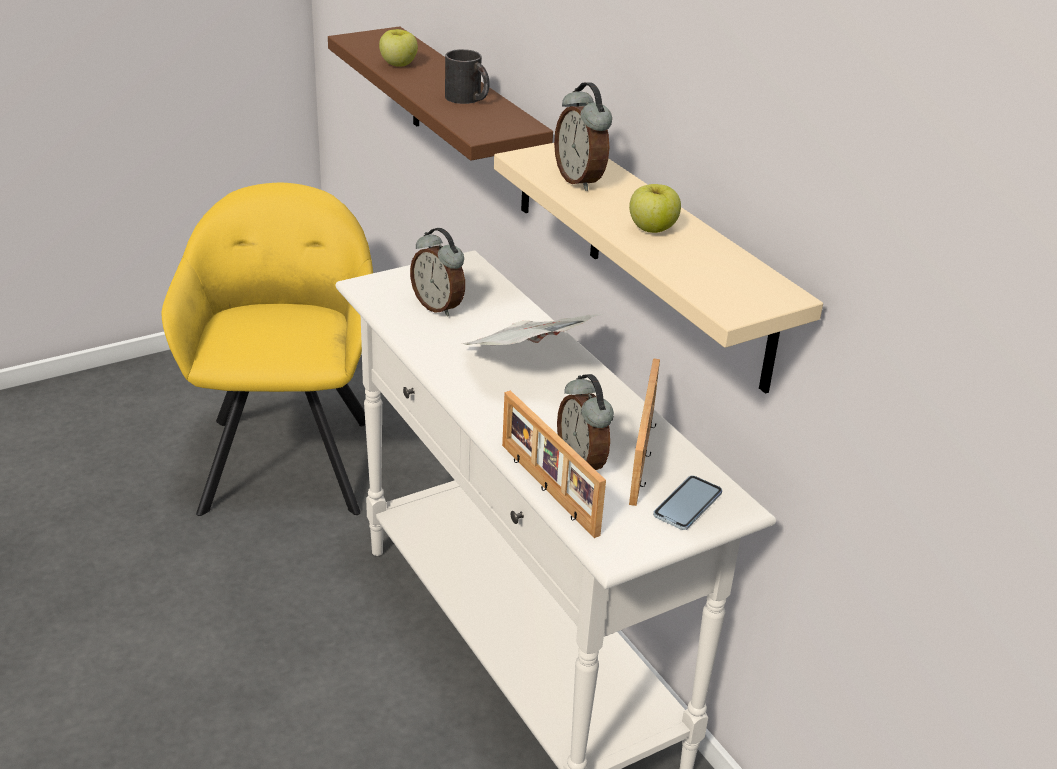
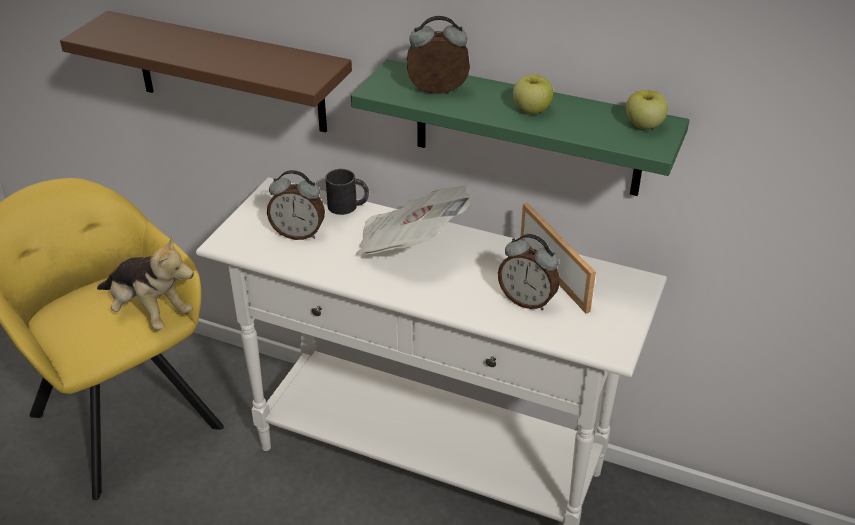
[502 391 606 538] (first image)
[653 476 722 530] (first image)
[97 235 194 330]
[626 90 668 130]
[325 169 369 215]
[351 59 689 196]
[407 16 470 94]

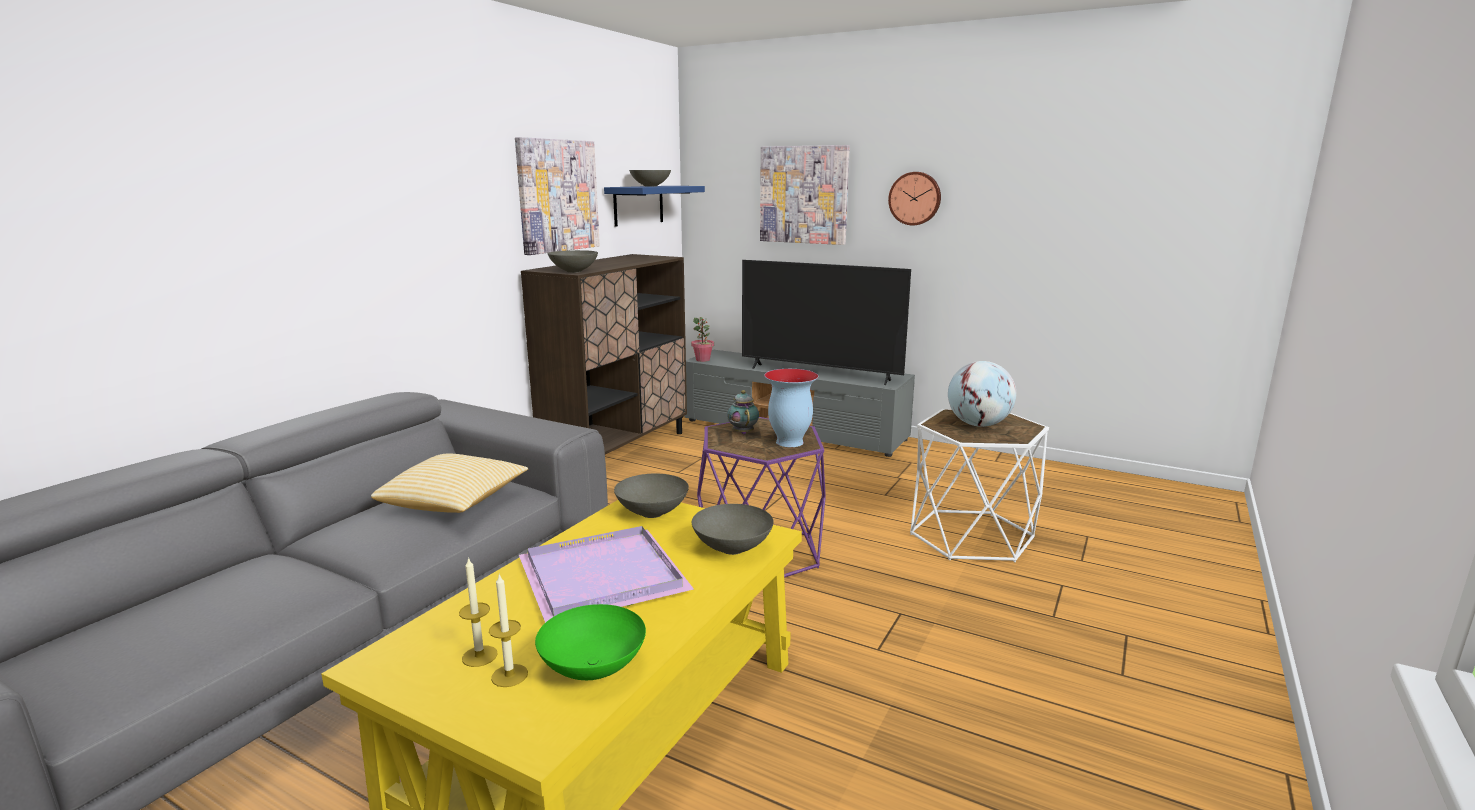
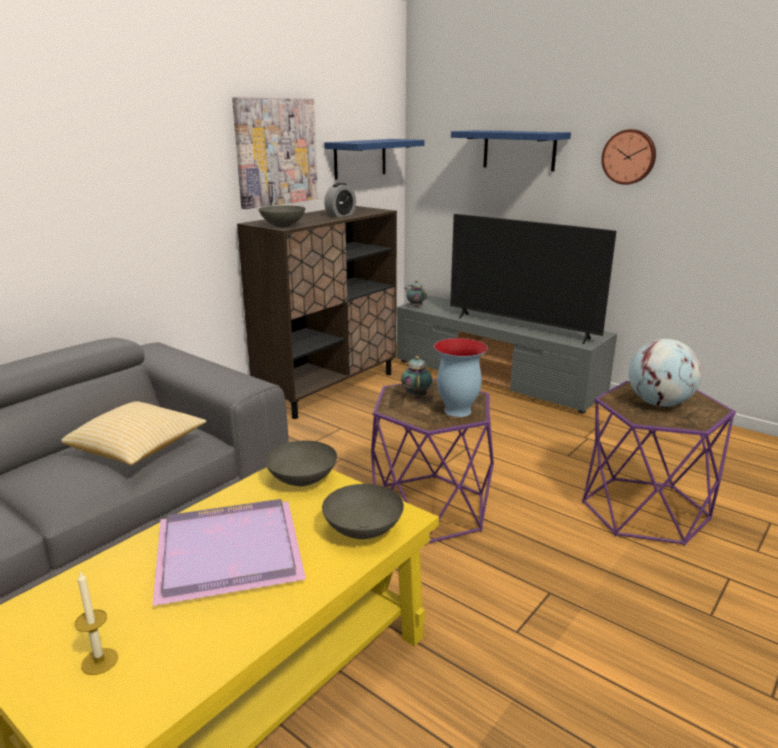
[459 557 498 667] (first image)
[535 604 646 680] (first image)
[629 170 671 187] (first image)
[324 183 356 217]
[405 280 427 308]
[451 130 571 172]
[582 381 736 546]

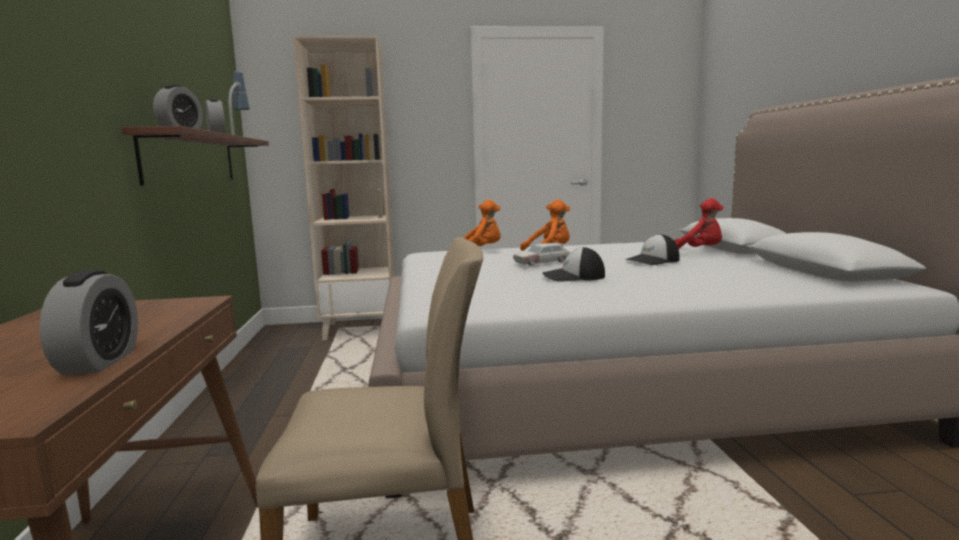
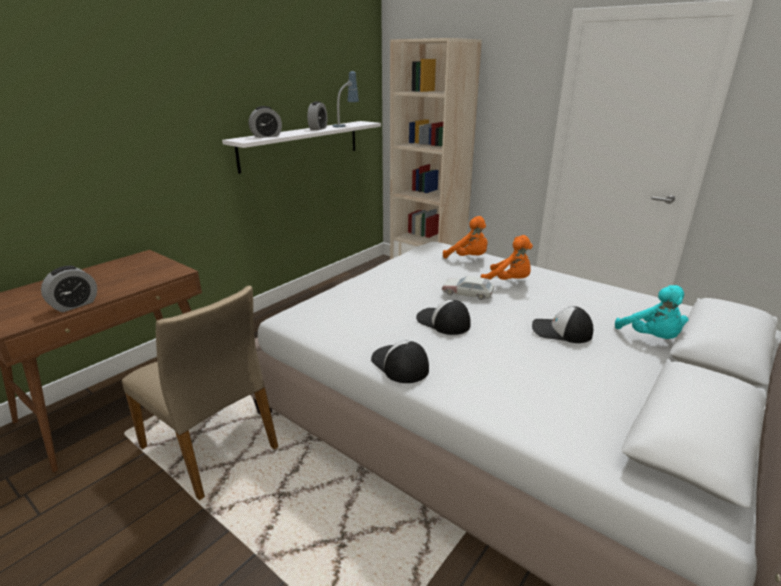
[371 341 429 383]
[222 121 381 174]
[615 285 689 339]

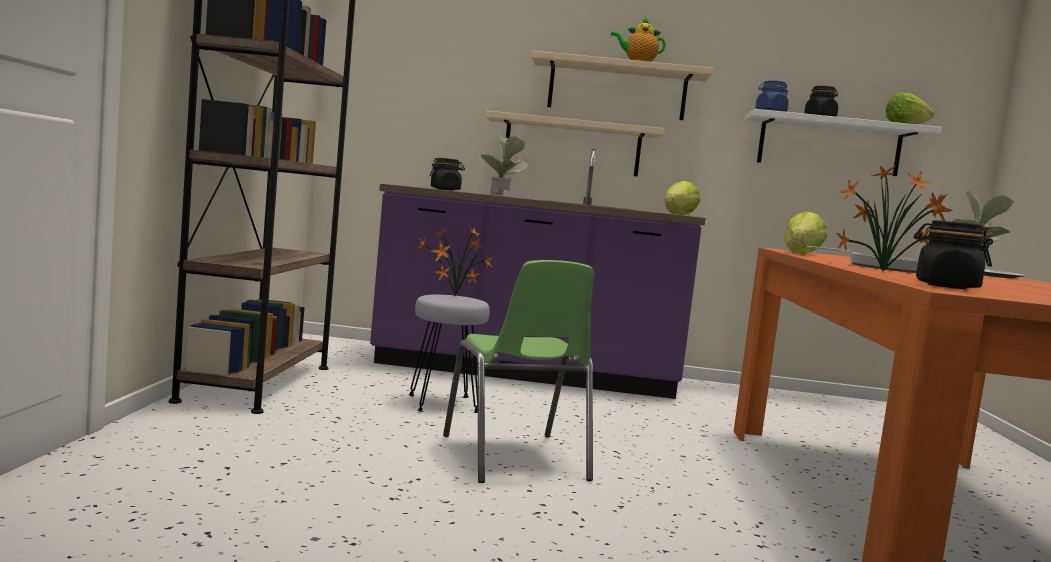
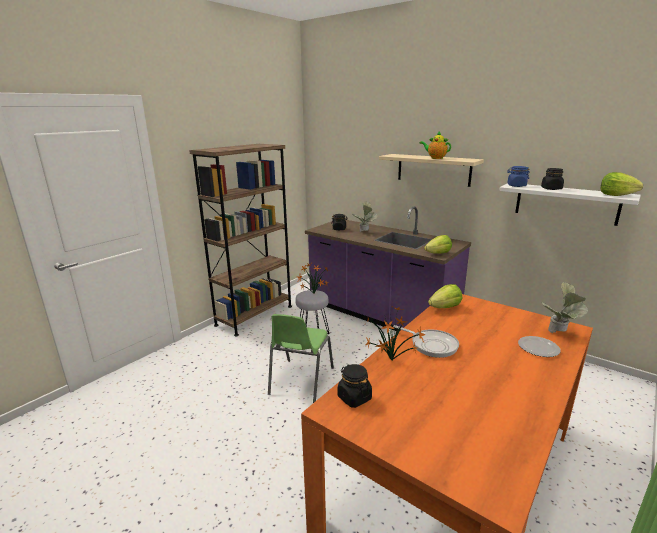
[485 110 665 176] (first image)

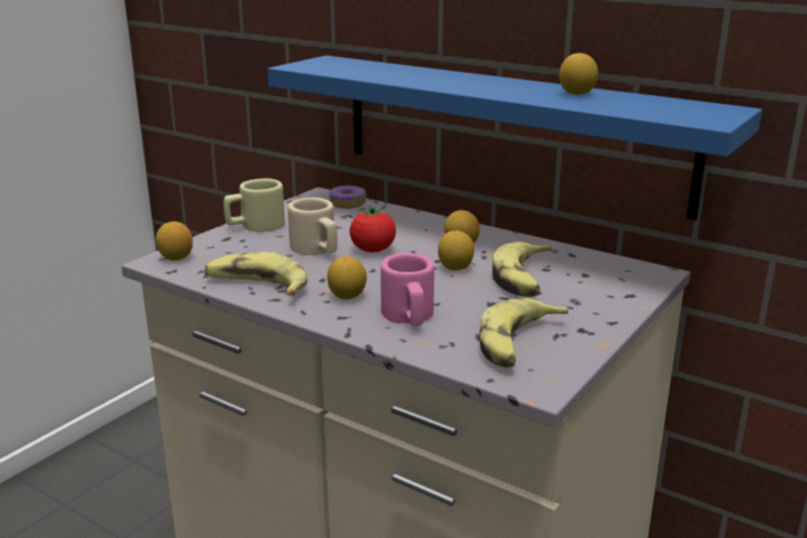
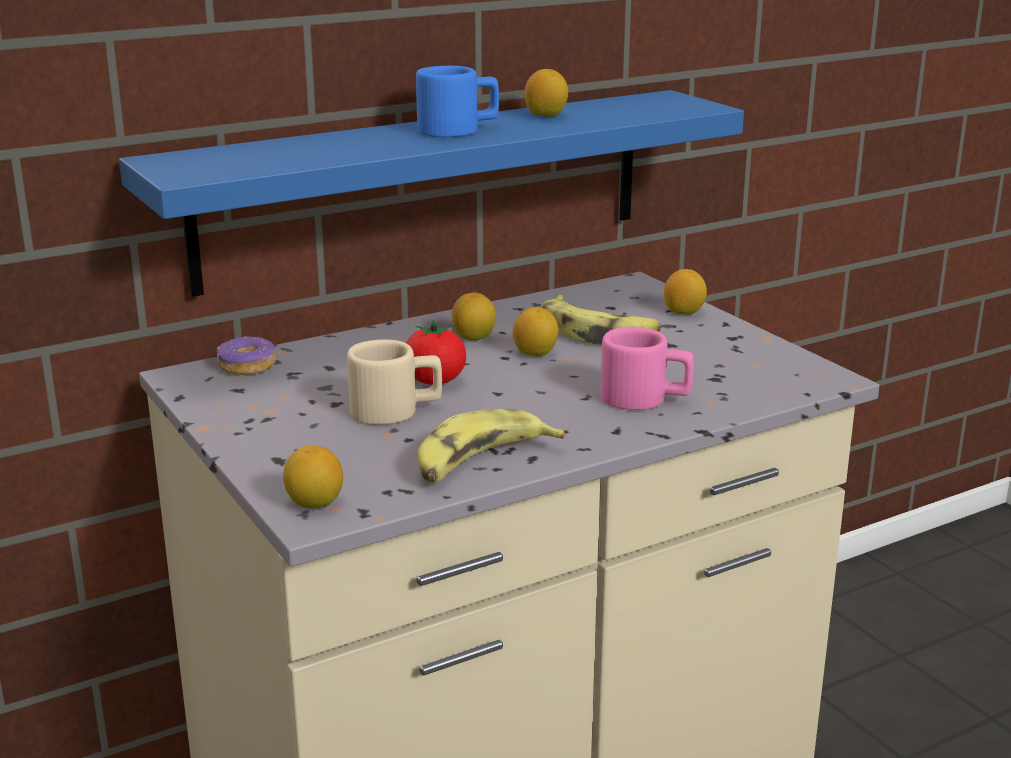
[224 178 285 232] (first image)
[479 298 568 368] (first image)
[416 66 499 137]
[664 269 707 315]

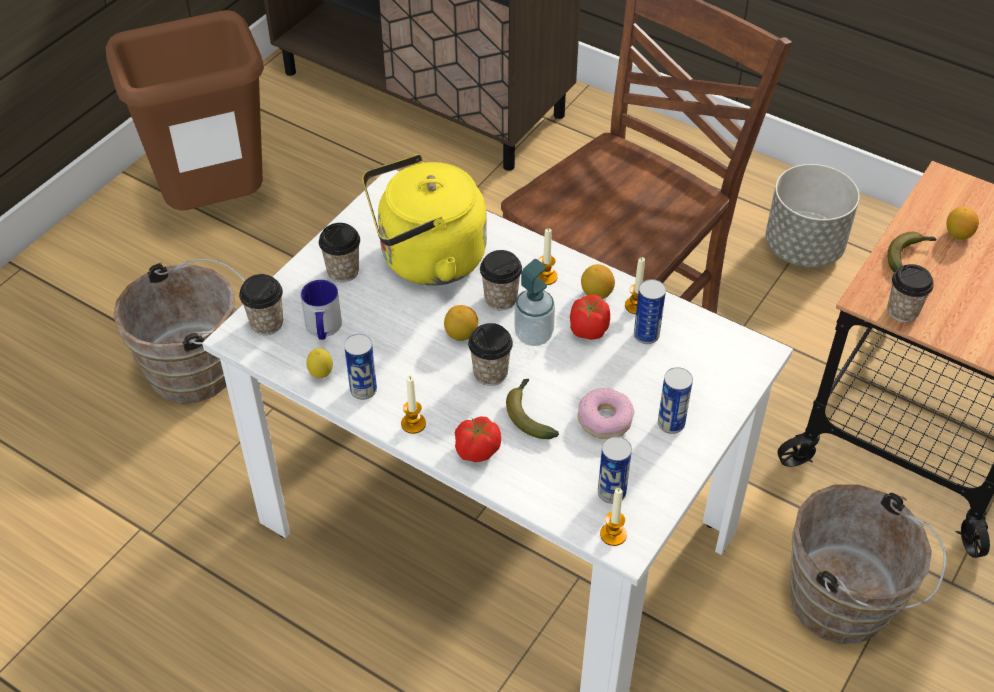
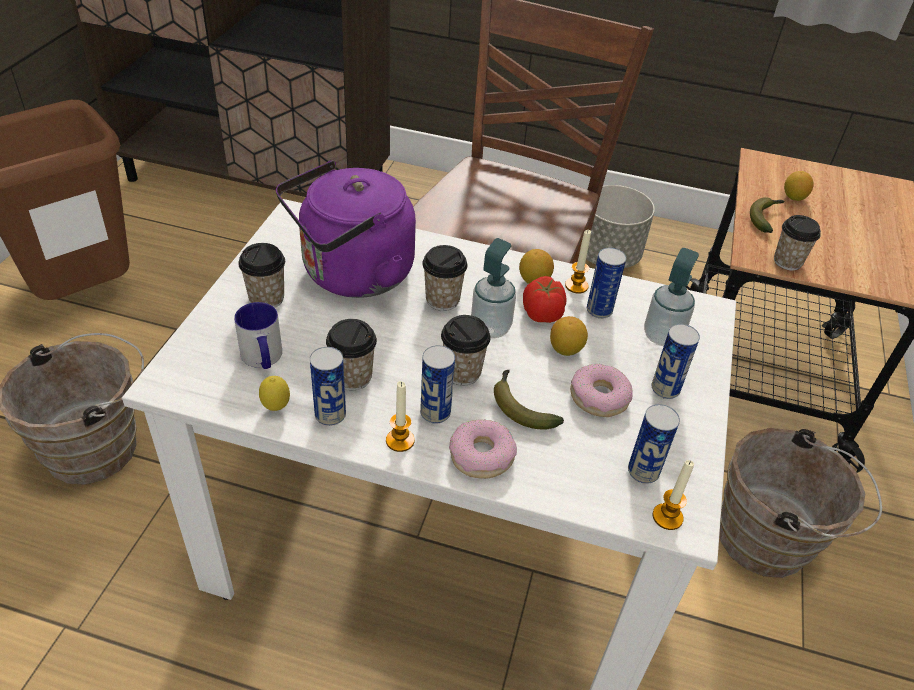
[538 228 558 285] (first image)
[420 345 455 423]
[644 248 699 346]
[326 319 377 390]
[550 316 588 356]
[449 420 517 479]
[276 160 416 298]

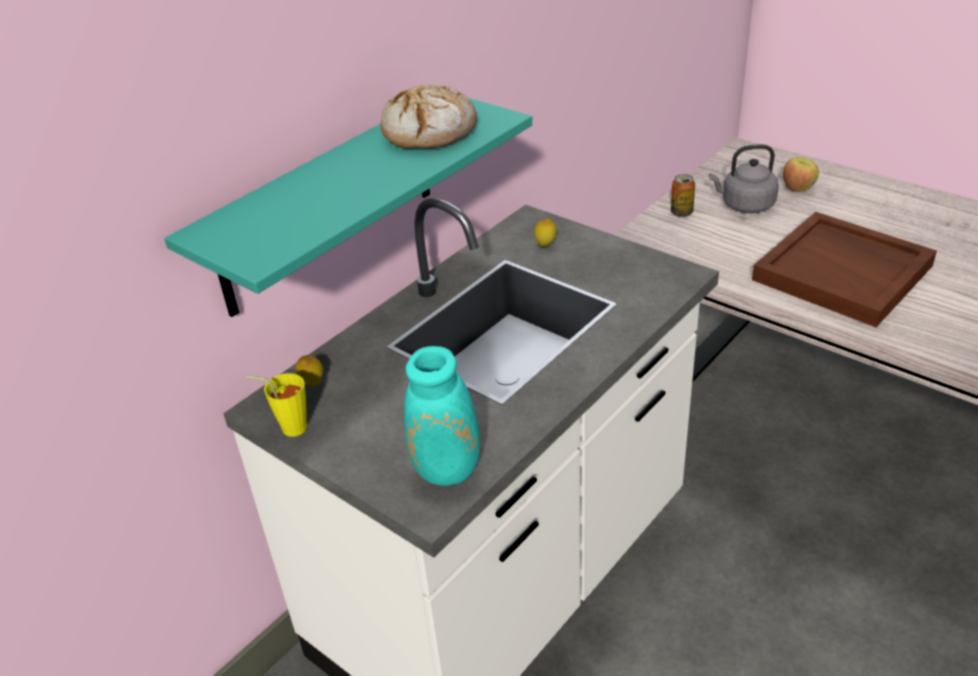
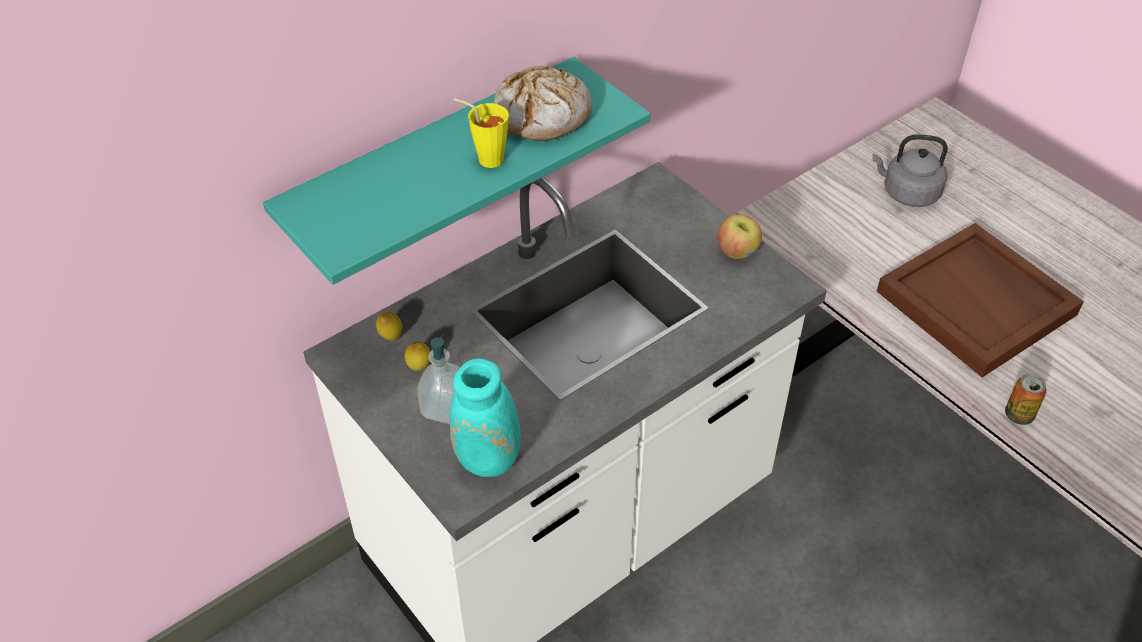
[417 333 460 424]
[454 98 509 168]
[405 341 430 371]
[1005 374 1047 425]
[718 214 762 259]

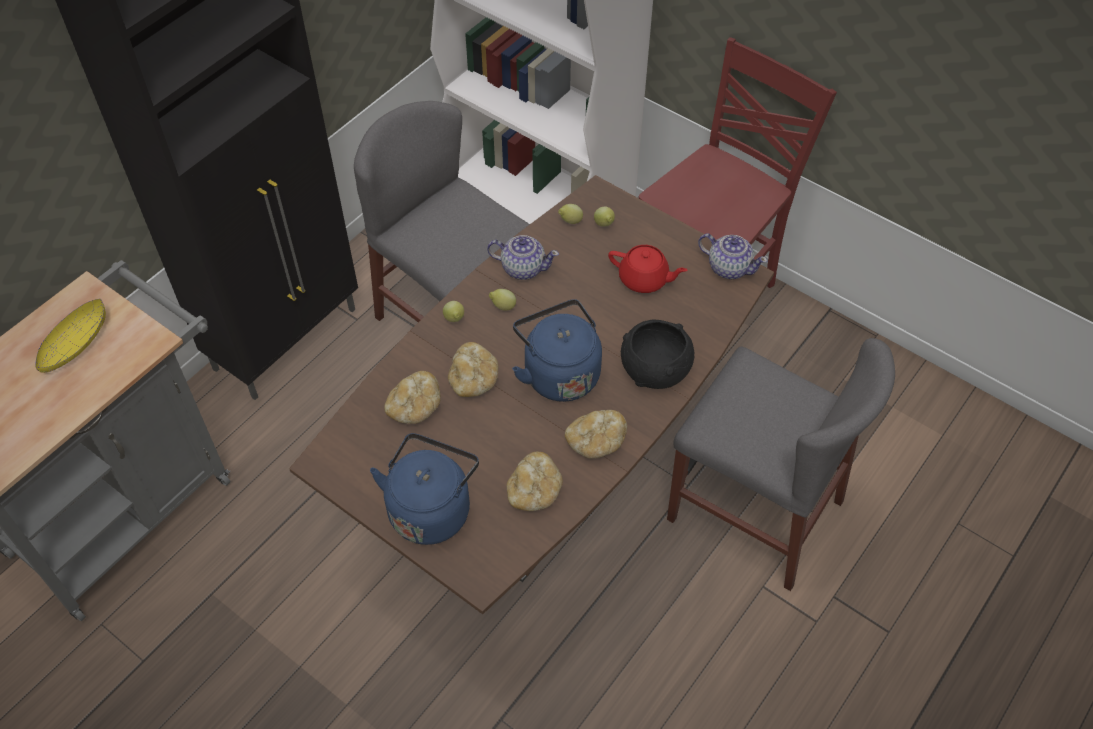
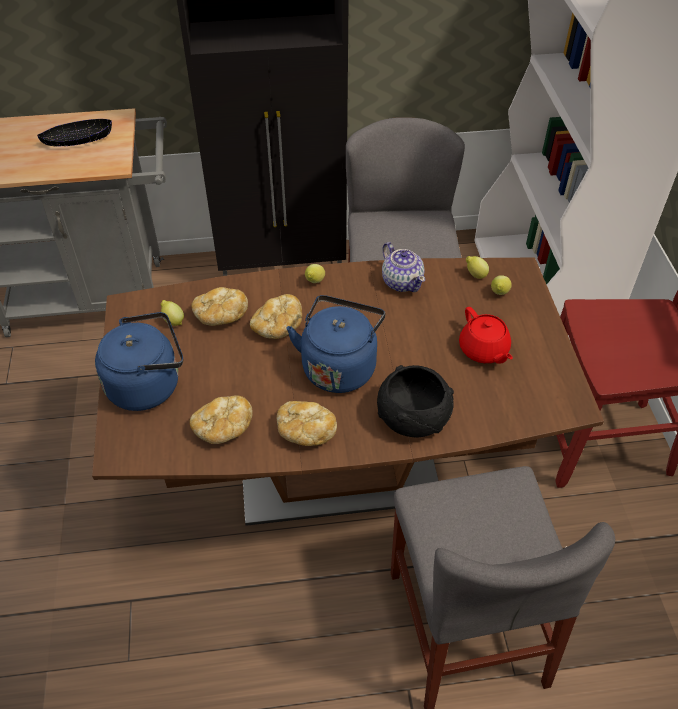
[698 234 768 279] (first image)
[161 300 184 326]
[37 119 112 146]

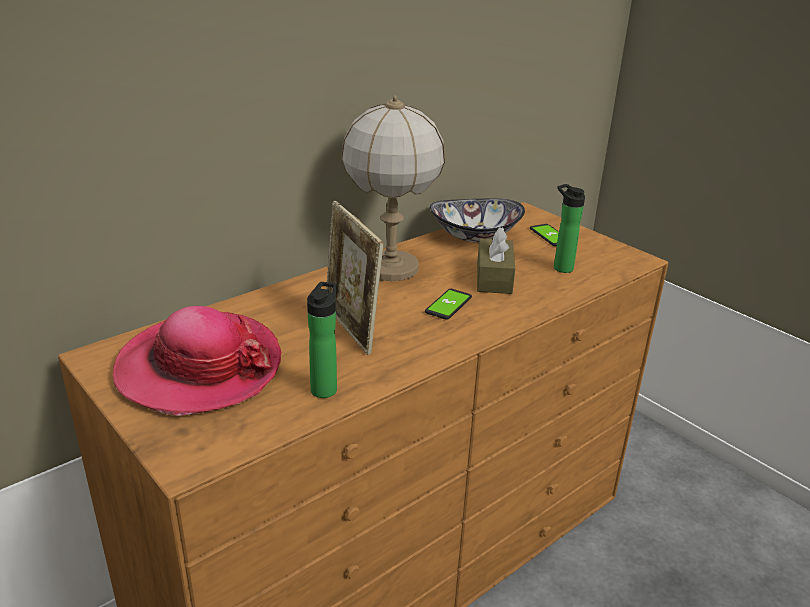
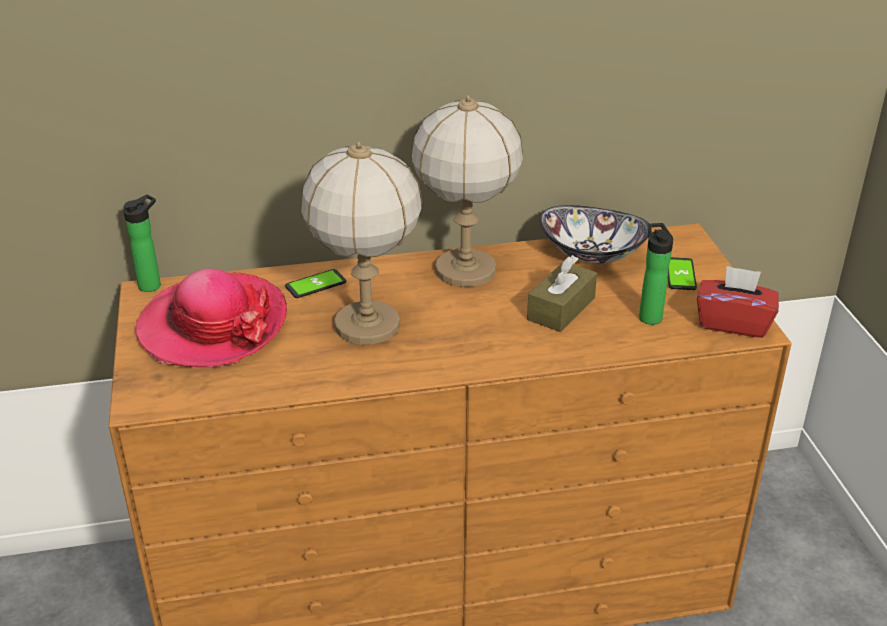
[697 266 779 338]
[123 195 161 292]
[285 269 346 298]
[301 142 422 345]

